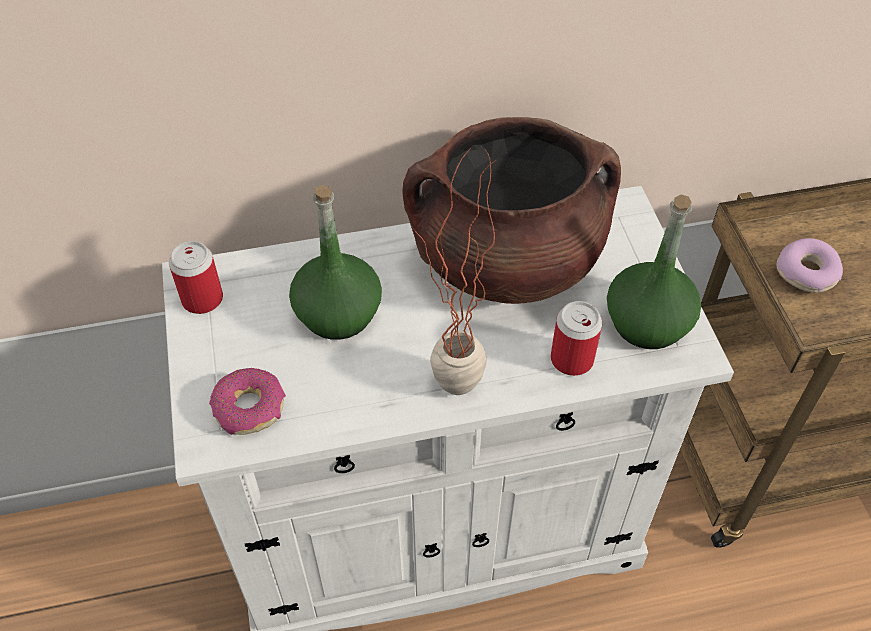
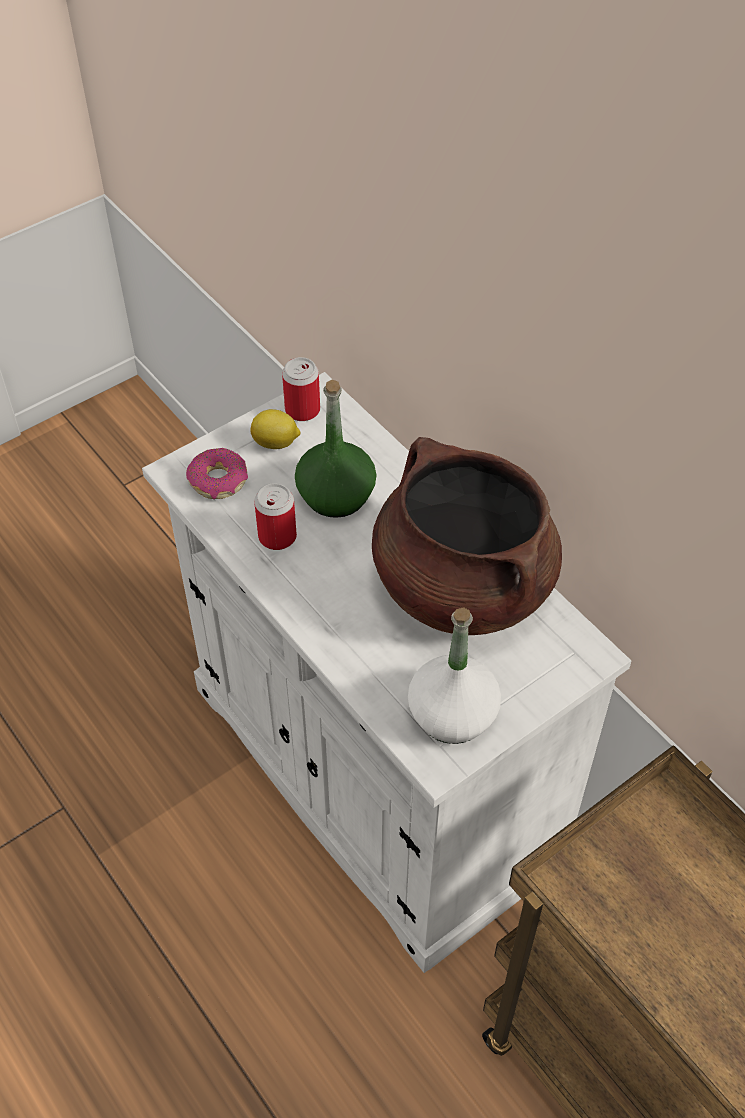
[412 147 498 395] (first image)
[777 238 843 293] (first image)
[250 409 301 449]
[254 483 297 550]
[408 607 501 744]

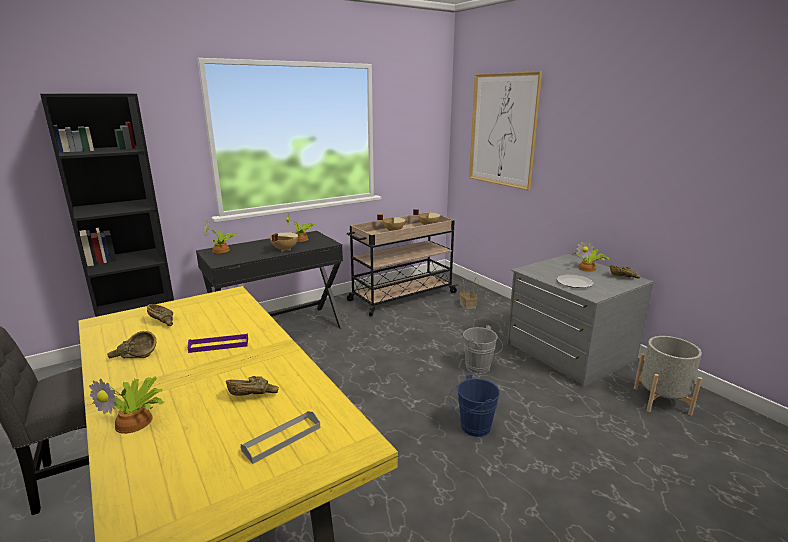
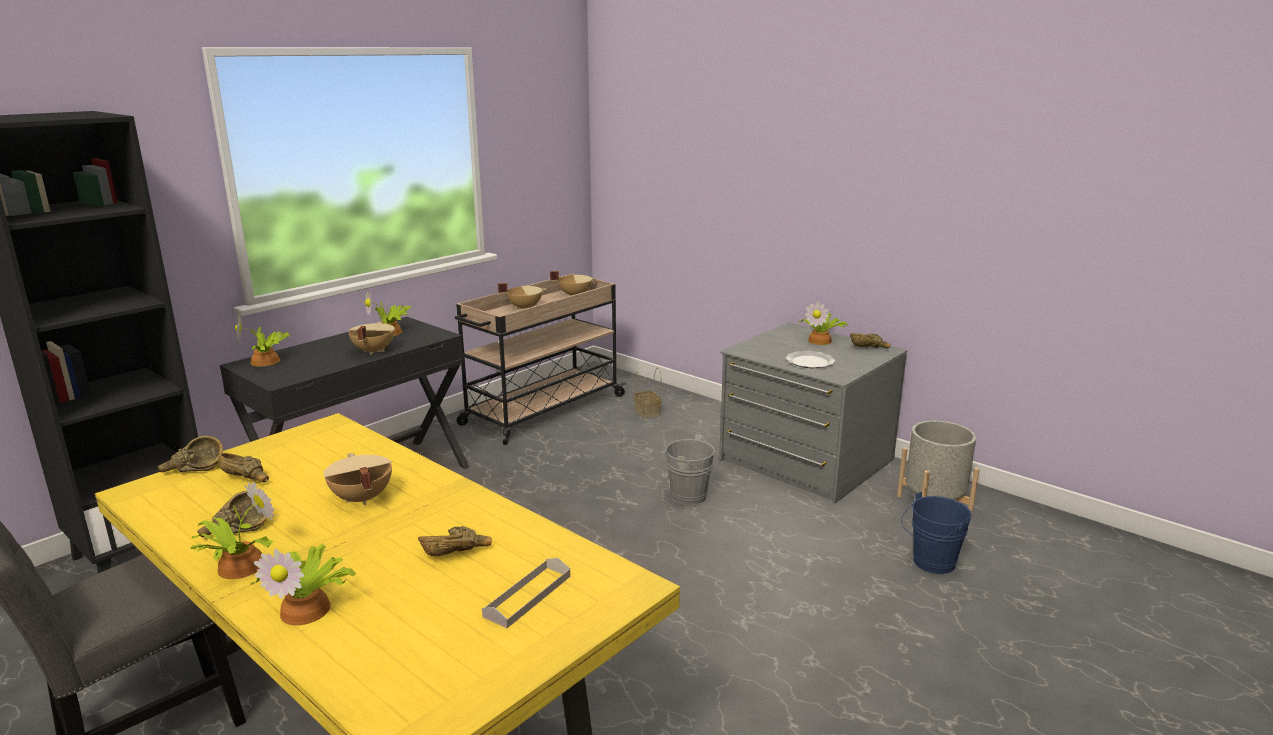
[469 71 542 190] (first image)
[158 436 223 472]
[190 482 275 579]
[901 492 972 574]
[324 453 392 505]

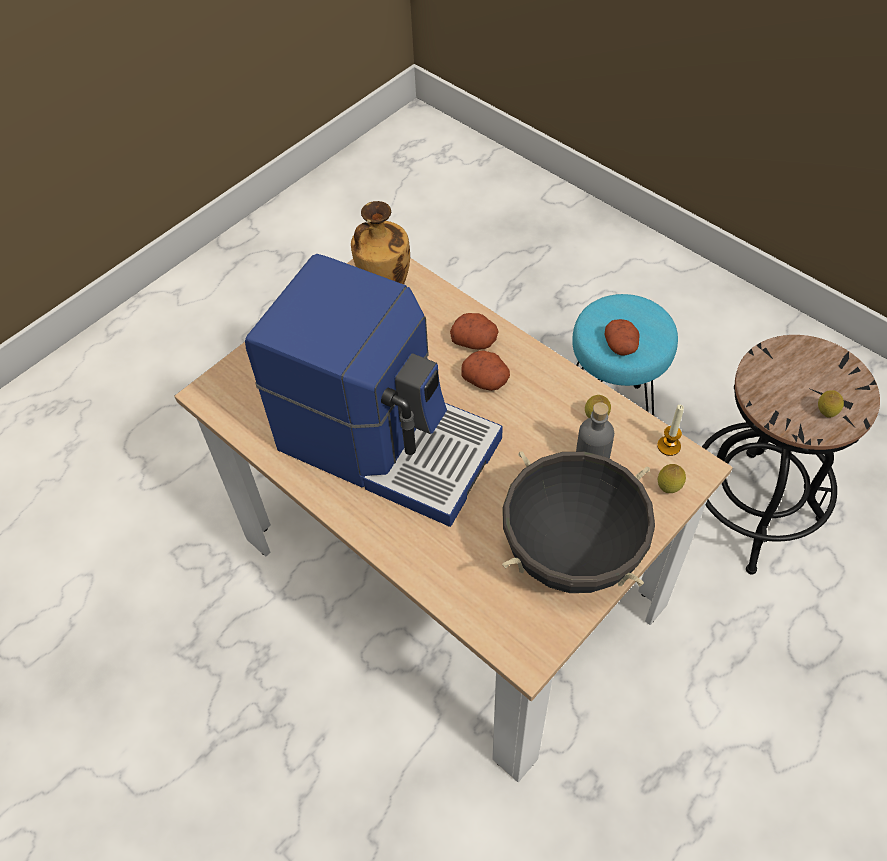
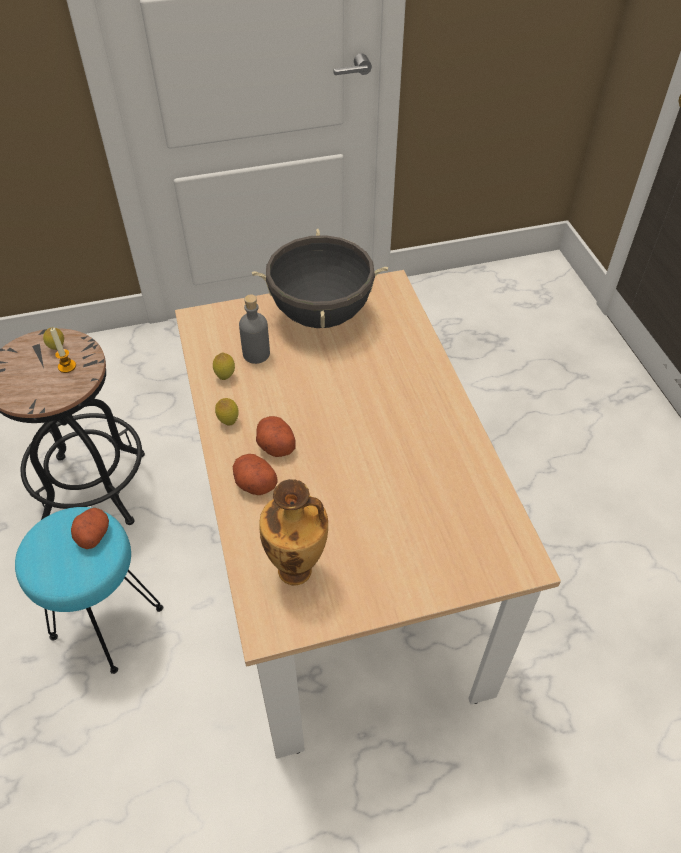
[245 254 503 527] (first image)
[50 328 76 373]
[215 398 239 426]

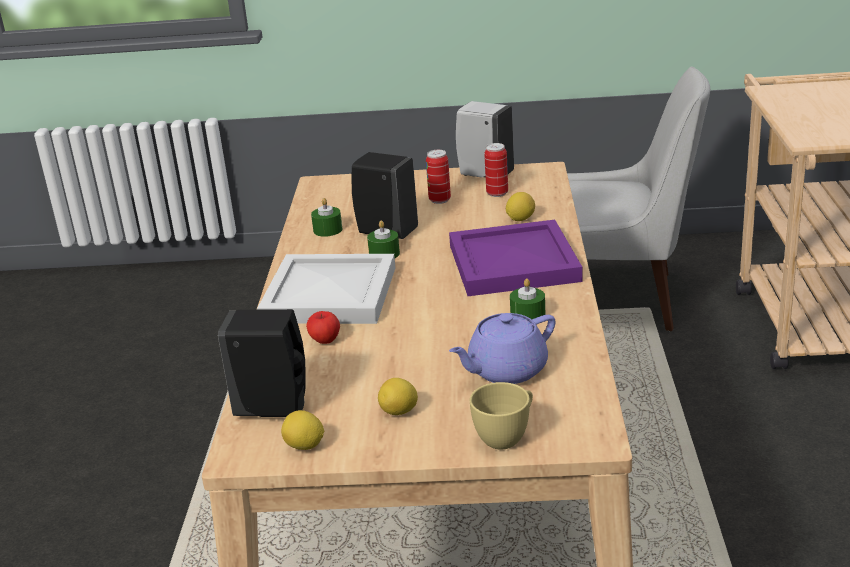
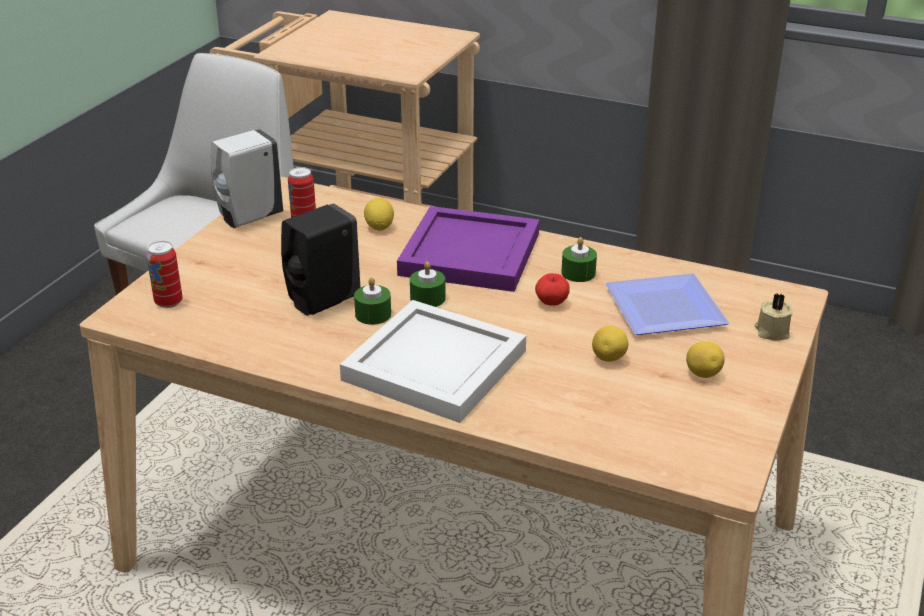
[218 309 306 417] (first image)
[592 326 628 362]
[535 273 570 306]
[410 262 445 307]
[146 241 183 308]
[605 273 729 335]
[755 294 793 341]

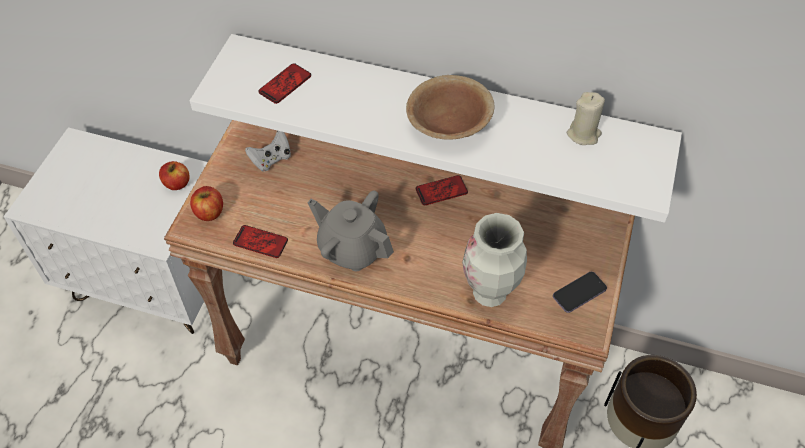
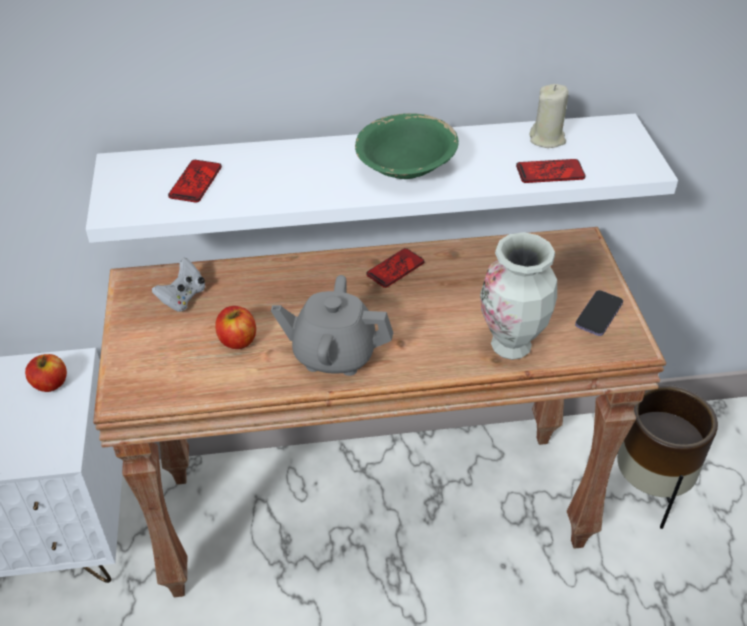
[215 306 256 349]
[516 159 586 183]
[355 113 459 179]

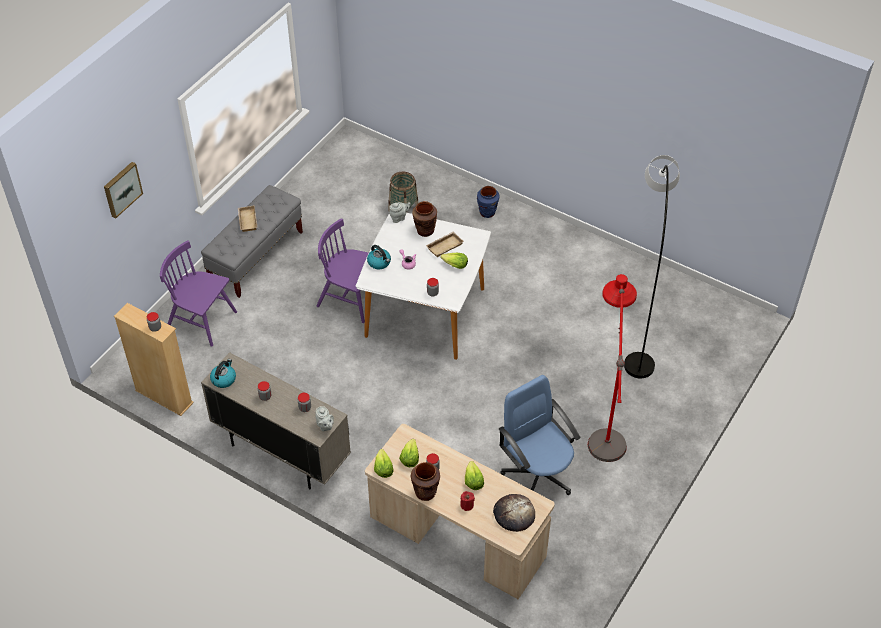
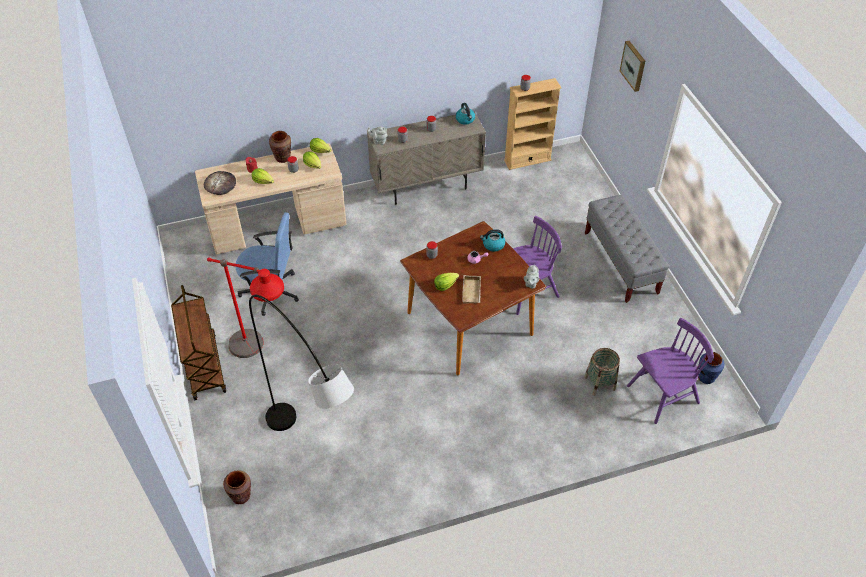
[238 205 257 232] (first image)
[171 285 226 400]
[627 318 714 424]
[223 470 251 504]
[698 352 725 384]
[400 221 546 375]

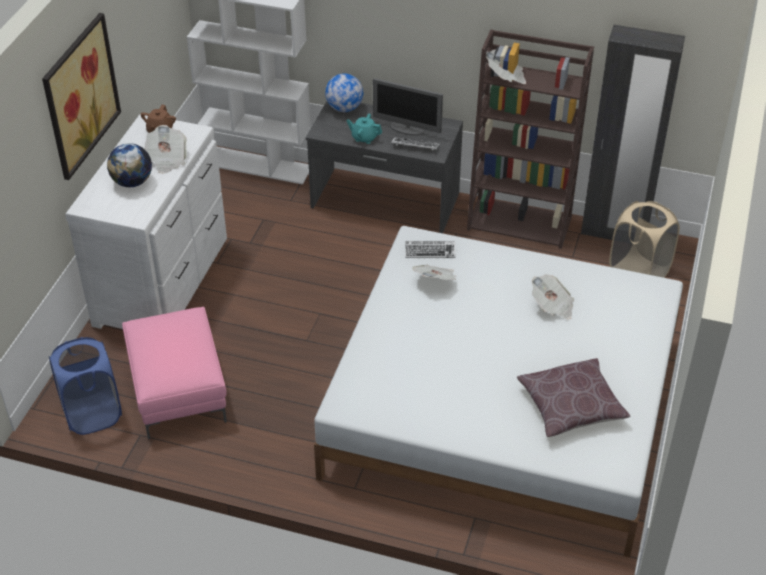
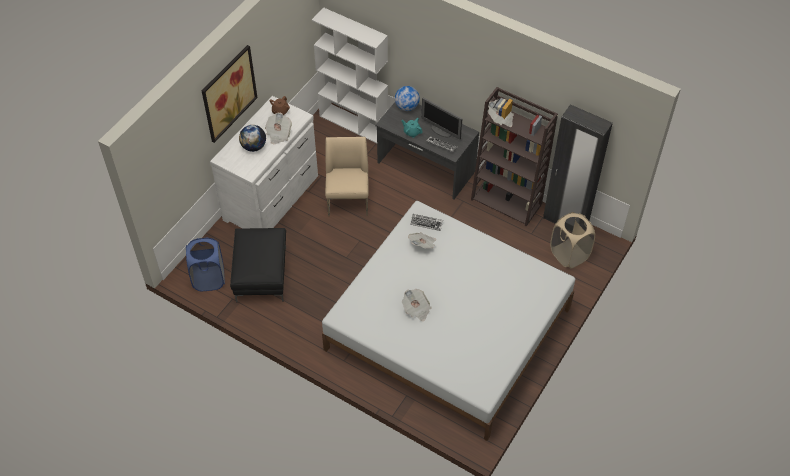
[517 358 630 437] (first image)
[325 137 369 216]
[402 289 432 321]
[230 228 286 303]

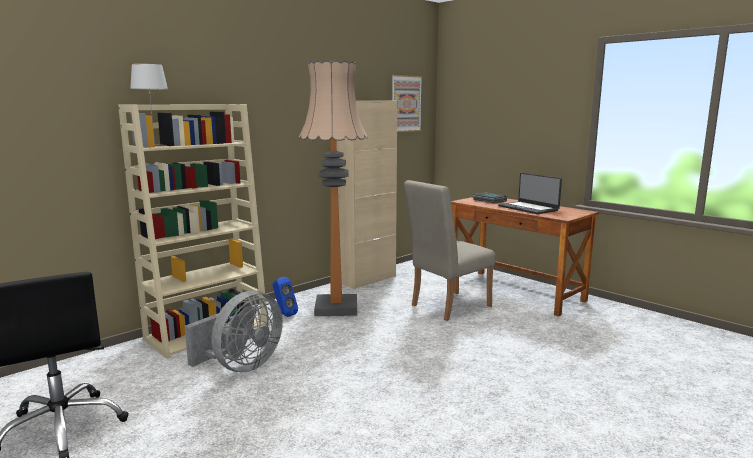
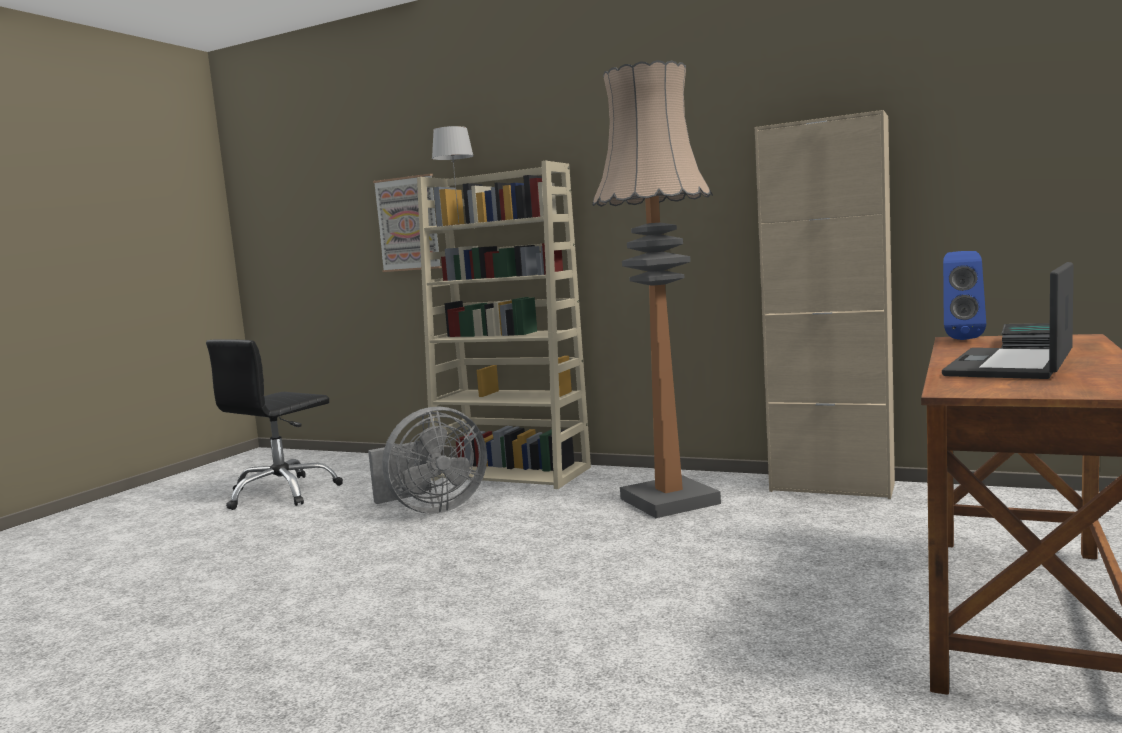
[404 180 495 321] (first image)
[943 251 986 340]
[373 174 442 272]
[368 407 487 514]

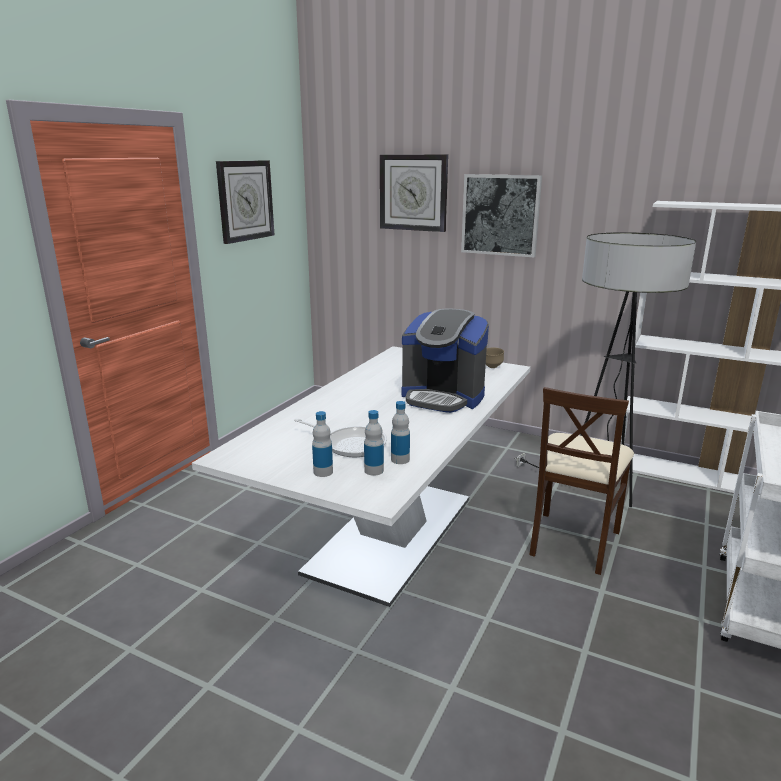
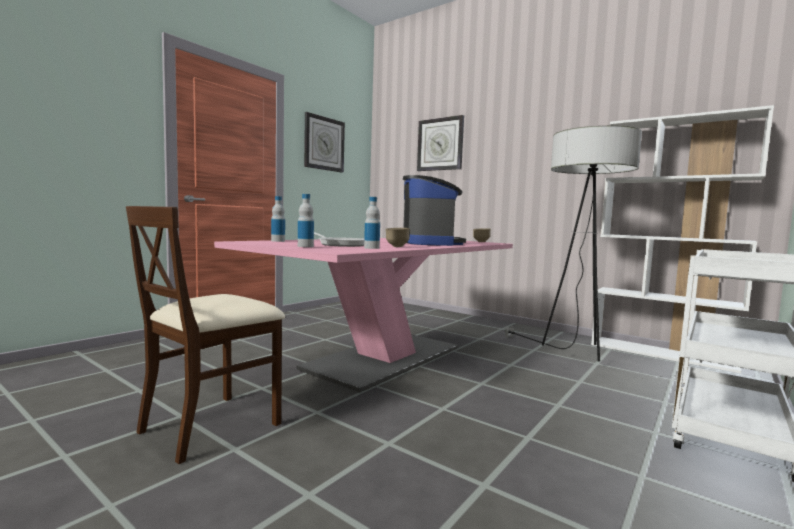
[461 174 542 257] (first image)
[385 228 410 247]
[271 196 285 242]
[126 206 285 464]
[214 238 513 392]
[403 175 466 246]

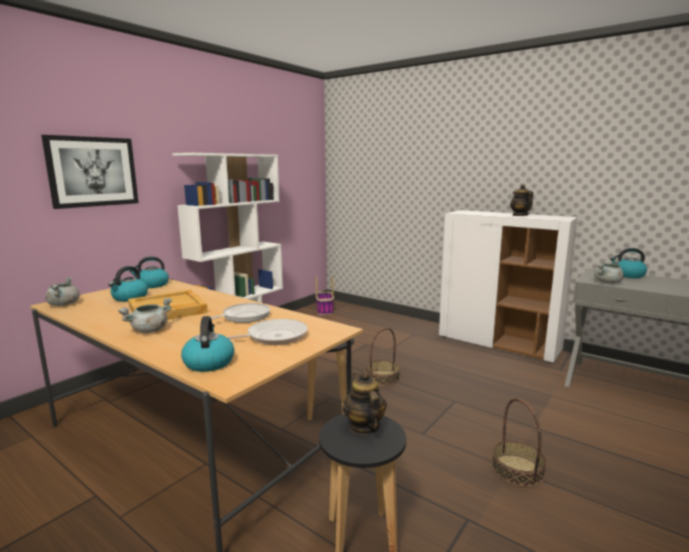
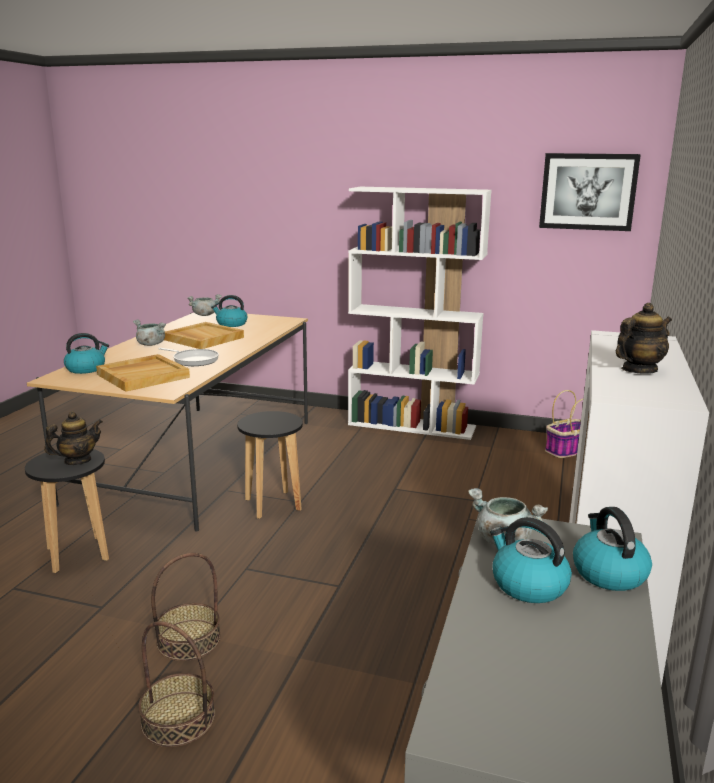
[539 153 641 231]
[490 517 572 603]
[138 621 215 747]
[96 354 190 392]

